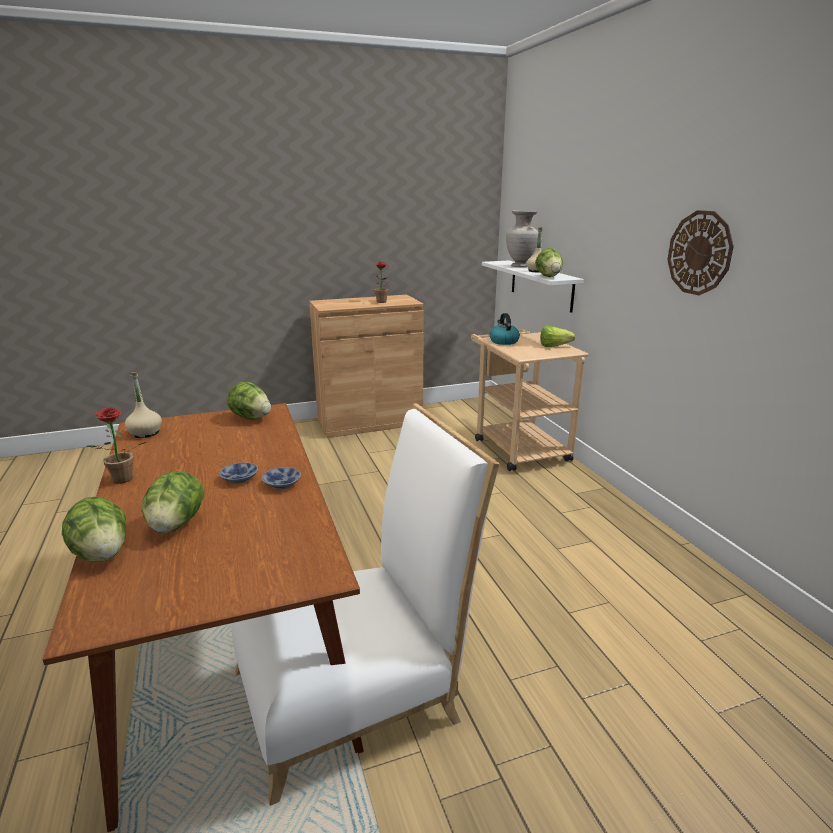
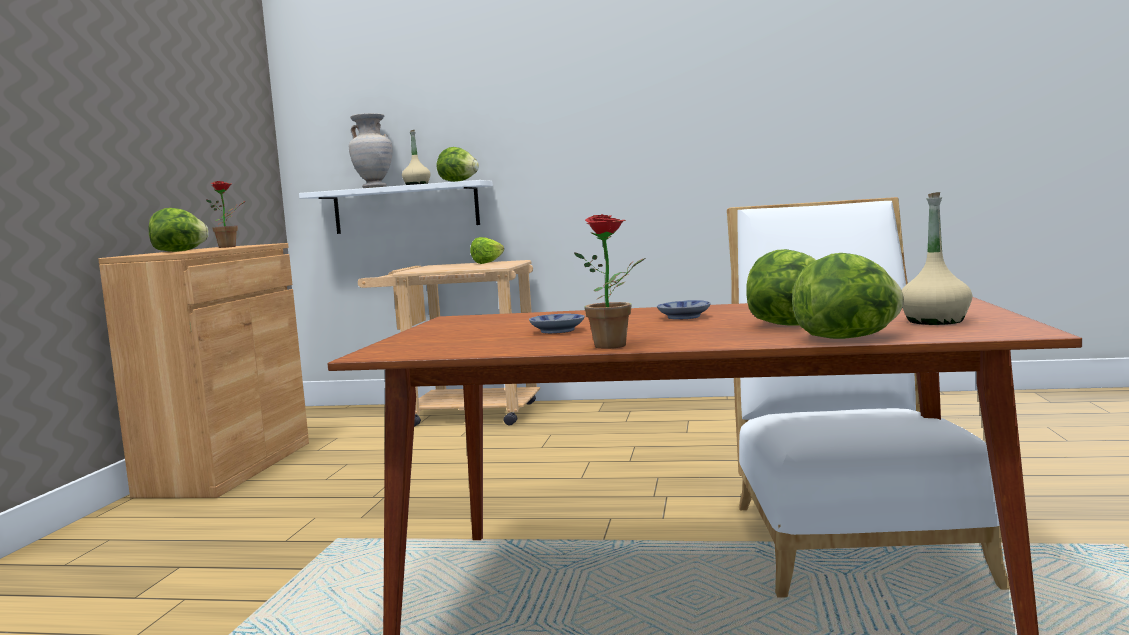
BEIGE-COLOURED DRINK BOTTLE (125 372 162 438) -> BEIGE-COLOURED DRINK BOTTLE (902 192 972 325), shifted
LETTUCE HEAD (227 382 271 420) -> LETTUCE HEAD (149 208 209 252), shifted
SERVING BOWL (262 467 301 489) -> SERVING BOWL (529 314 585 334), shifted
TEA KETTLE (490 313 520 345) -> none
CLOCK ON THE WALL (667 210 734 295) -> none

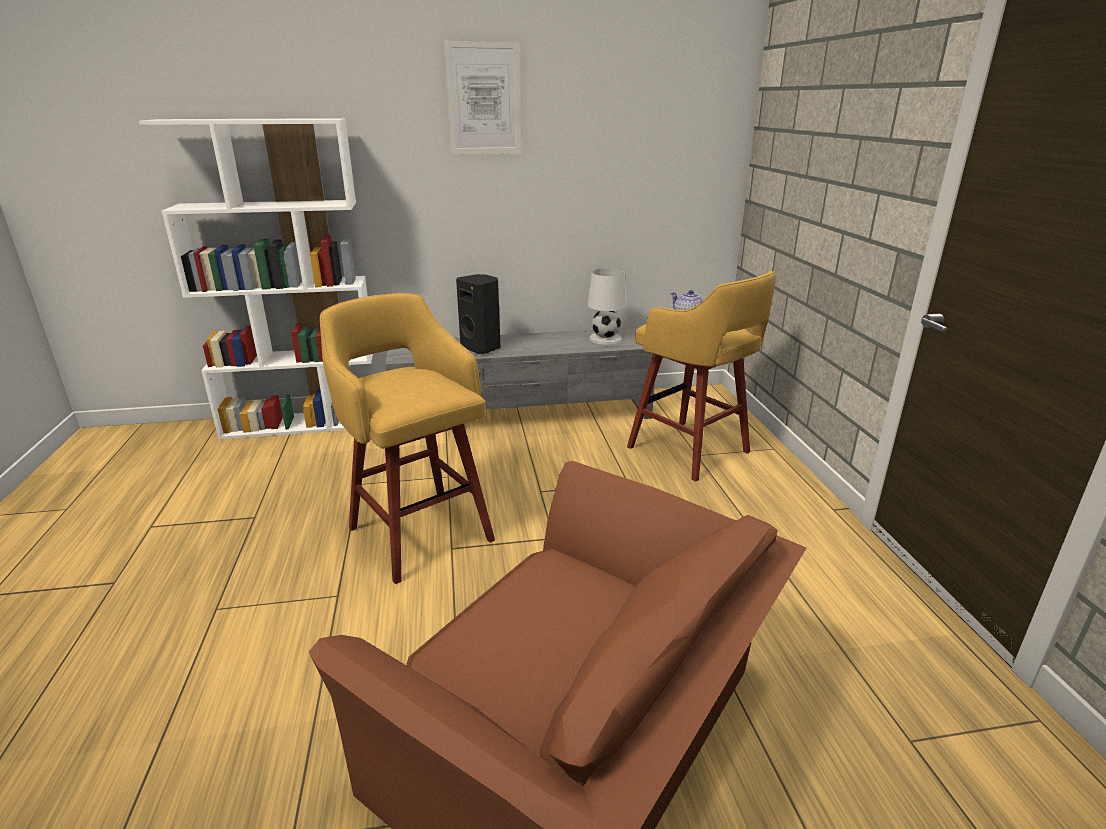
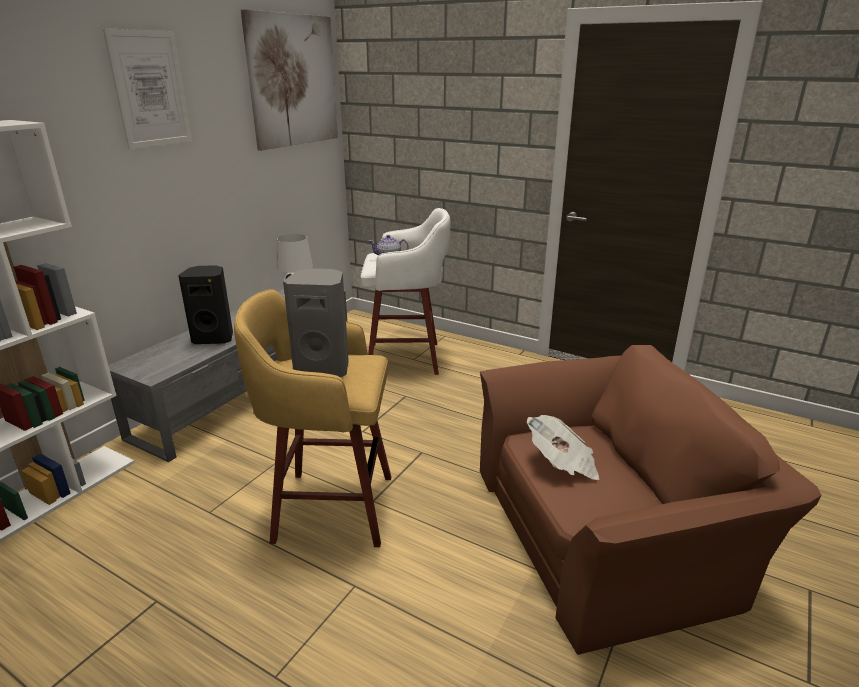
YELLOWISH STOOL SEAT (627 271 776 482) -> WHITISH STOOL SEAT (361 208 450 375)
none -> PICTURE (241 9 338 151)
none -> GRAY AUDIO SPEAKER (283 268 349 377)
none -> DAILY PAPER (527 415 600 480)

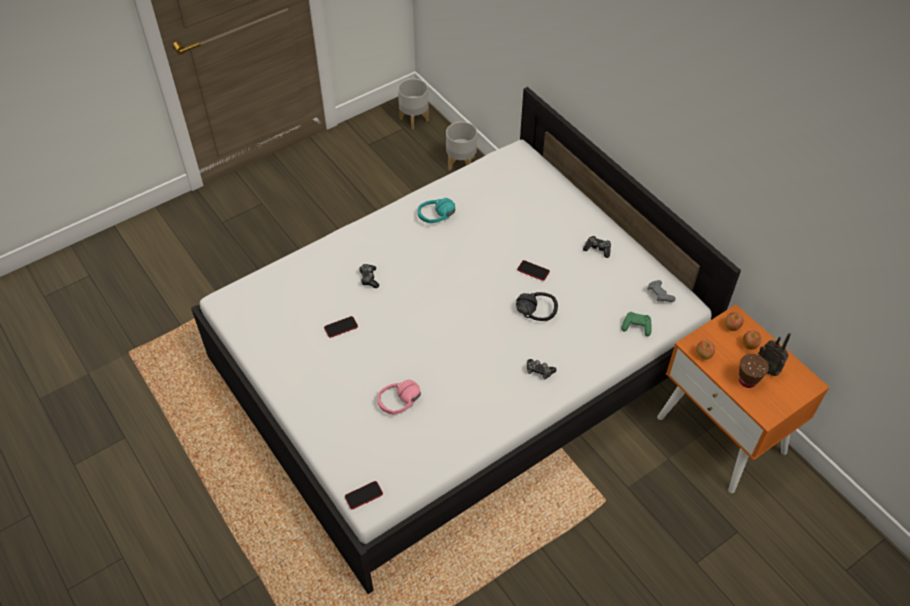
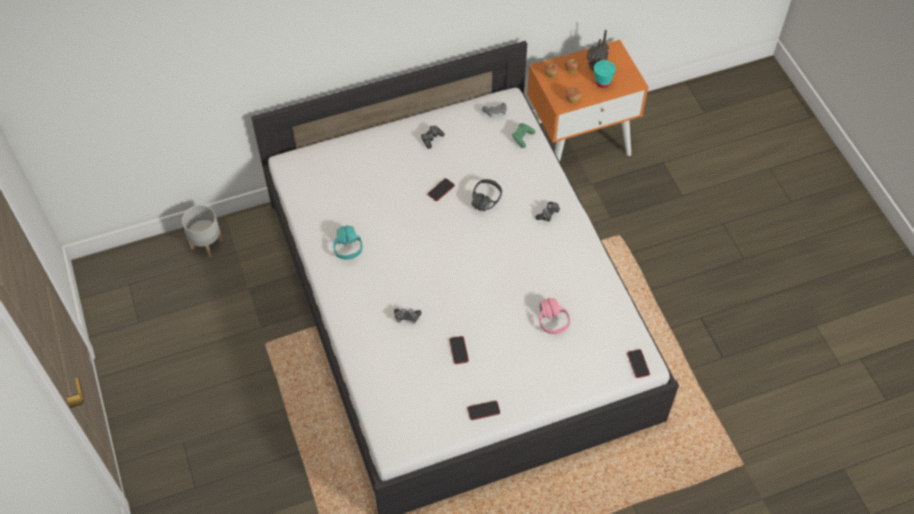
GRAY PLANT POT (398 78 429 130) -> none
BROWN-COLOURED DRINKING CUP (739 354 769 388) -> TURQUOISE-COLOURED DRINKING CUP (594 60 616 88)
none -> TELEPHONE (467 401 500 420)

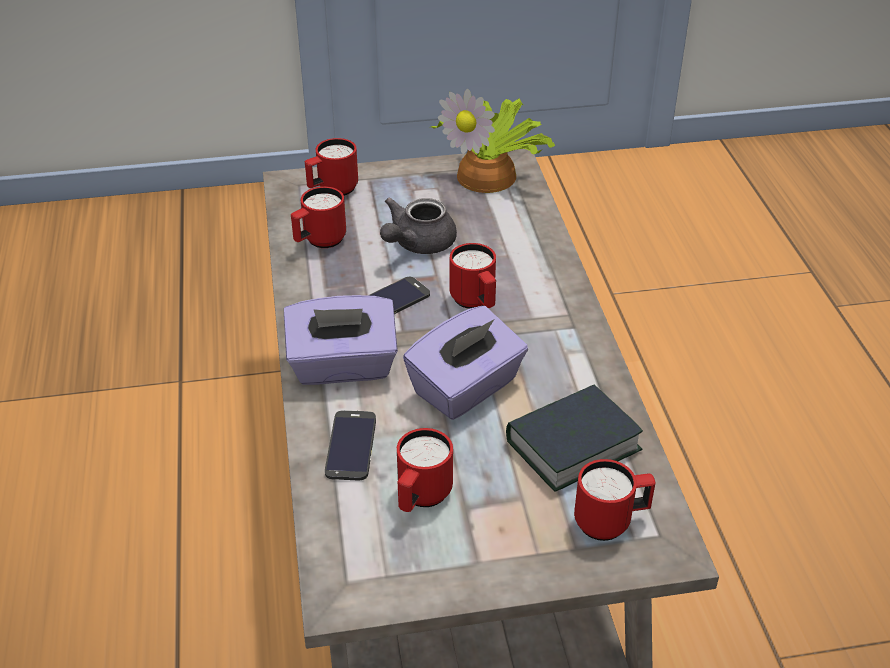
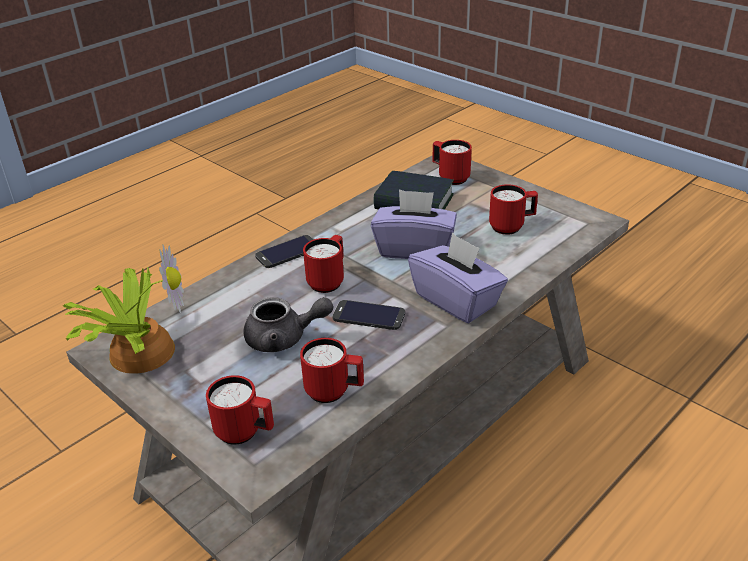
TELEPHONE (325 410 376 480) -> TELEPHONE (255 235 314 268), shifted

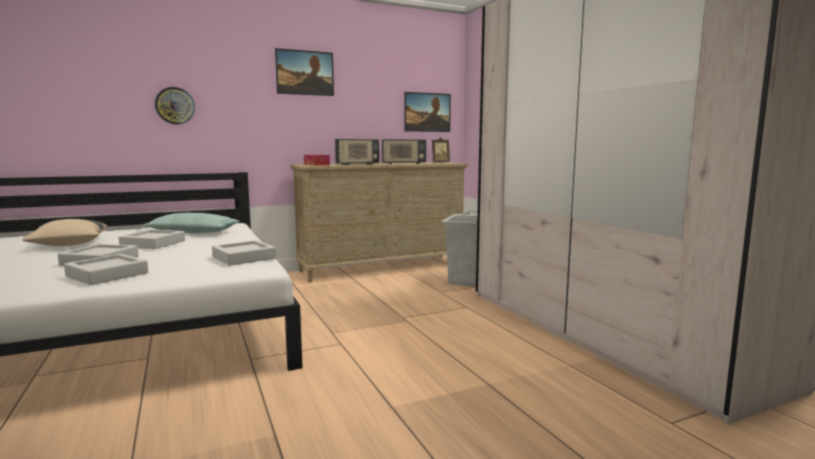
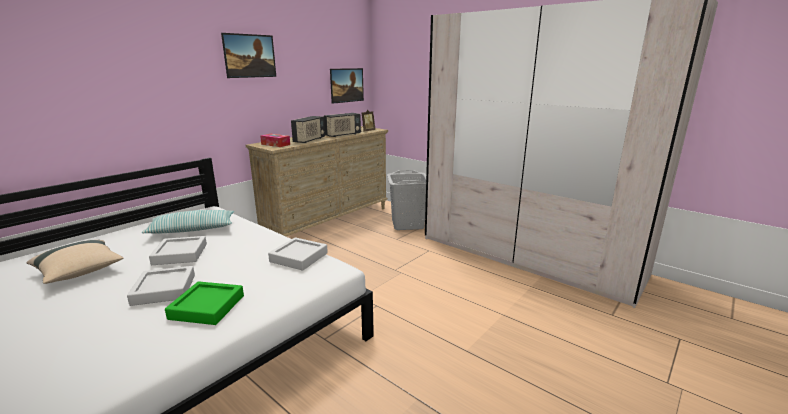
GRAY TRAY (64 254 148 285) -> GREEN TRAY (165 281 244 325)
CLOCK ON THE WALL (155 87 195 124) -> none

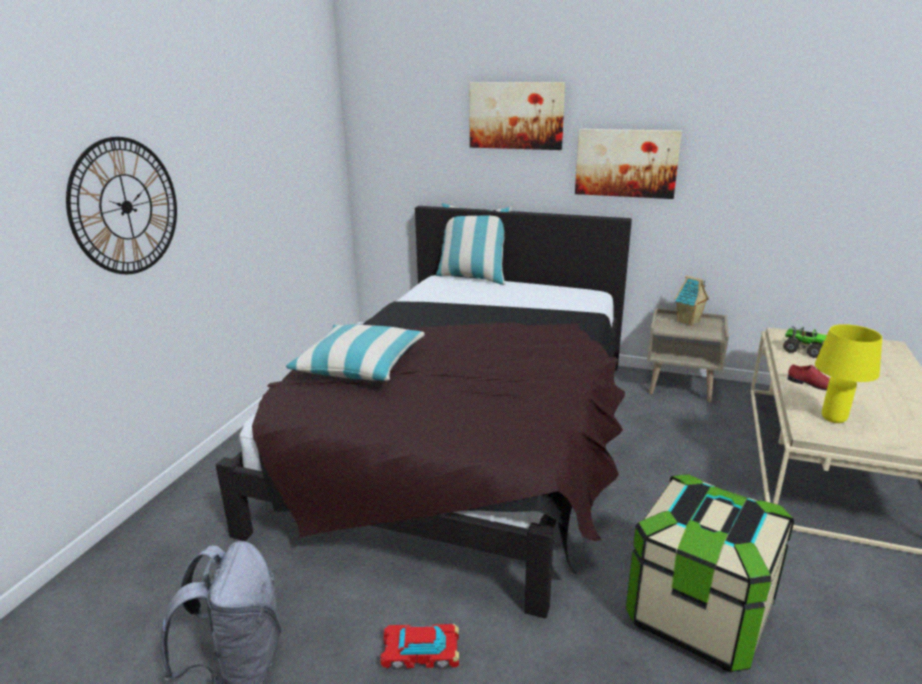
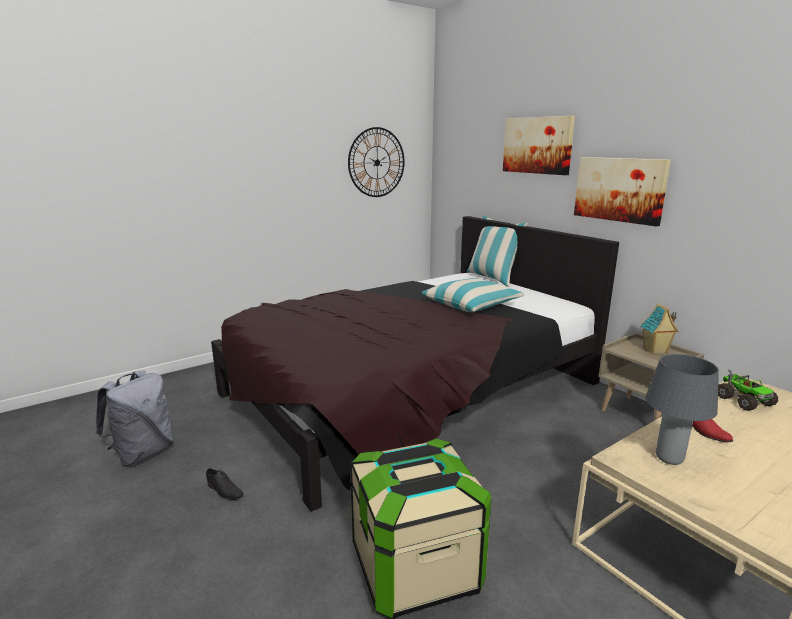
CLOCK ON THE WALL (66 137 177 274) -> CLOCK ON THE WALL (348 127 405 197), shifted
PILLOW (286 324 425 381) -> PILLOW (421 278 524 312), shifted
MODEL CAR (381 624 459 670) -> BLACK ITEM OF FOOTWEAR (206 468 244 500)
YELLOWISH LAMP FOR A TABLE (815 324 882 423) -> GRAY LAMP FOR A TABLE (645 354 719 465)

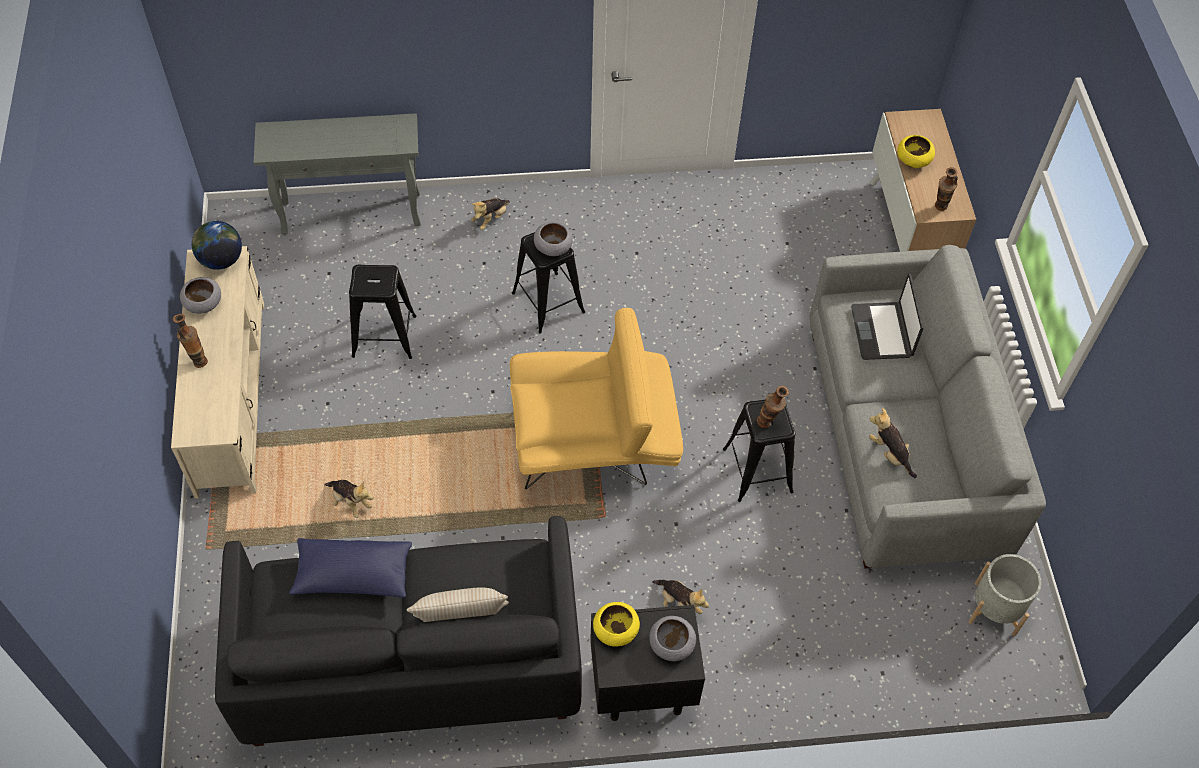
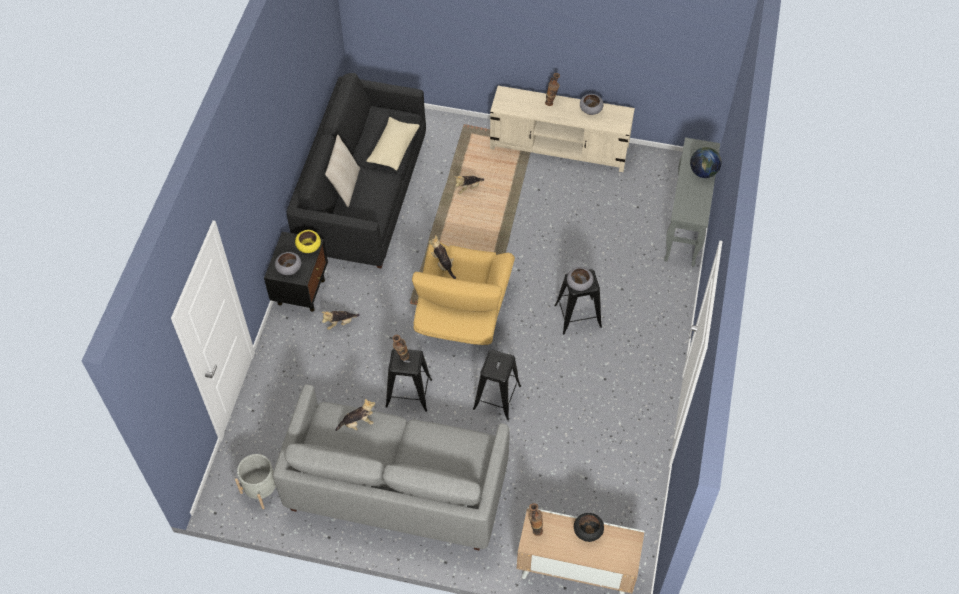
GLOBE (192 221 242 270) -> GLOBE (690 147 722 178), shifted
BLUE PILLOW (289 538 412 598) -> BEIGE-COLOURED PILLOW (366 117 420 170)
BLACK STOOL SEAT (349 264 417 359) -> BLACK STOOL SEAT (473 350 521 420), shifted
SOFT TOY (471 198 510 230) -> SOFT TOY (429 235 456 279), shifted
NOTEBOOK COMPUTER (851 274 924 360) -> none
YELLOWISH SERVING BOWL (897 135 935 168) -> BLACK SERVING BOWL (574 513 604 542)

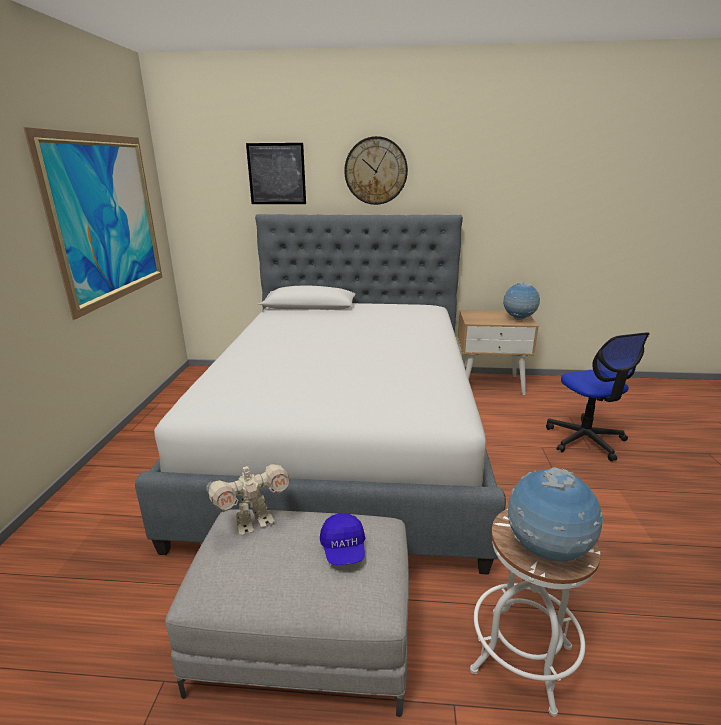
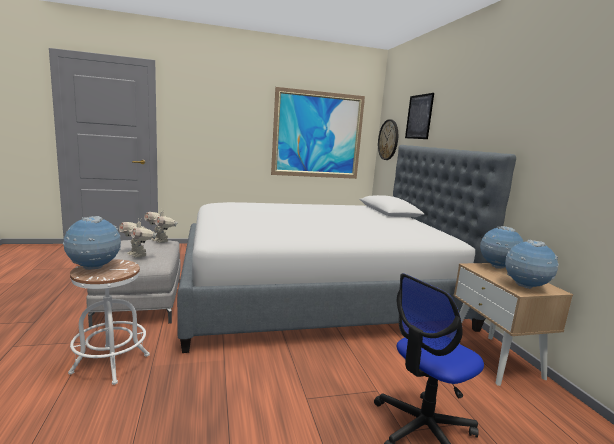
BLUE PEAKED CAP (320 513 365 565) -> ROBOT FIGURE (119 219 157 258)
CLOCK ON THE WALL (344 136 408 205) -> CLOCK ON THE WALL (378 119 398 160), shifted
none -> GLOBE (480 226 523 269)

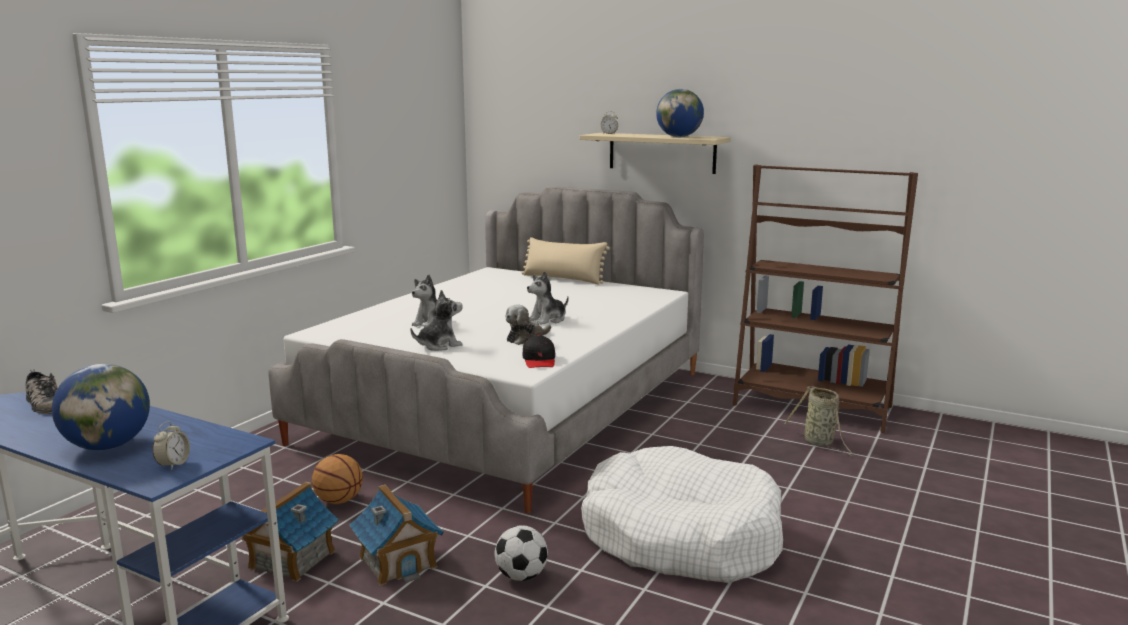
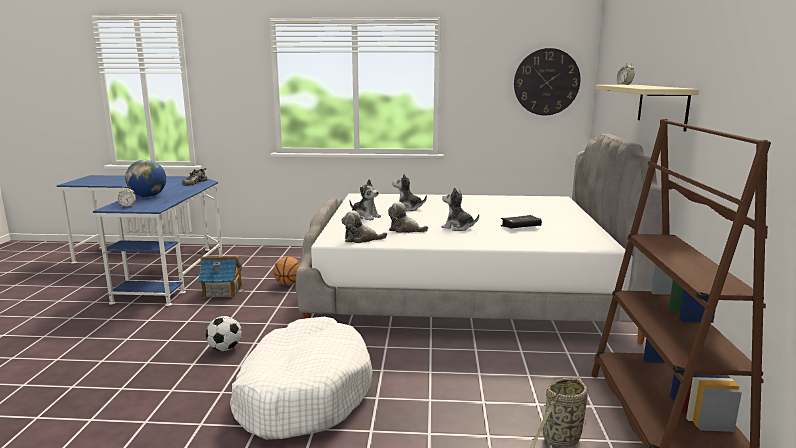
MINIATURE HOUSE (350 484 443 586) -> none
BEIGE-COLOURED PILLOW (521 237 610 285) -> none
BLACK PEAKED CAP (522 335 555 368) -> SOFT TOY (342 210 387 243)
GLOBE (656 89 704 137) -> none
none -> BLACK BOOK (501 215 542 228)
none -> CLOCK ON THE WALL (514 48 581 115)

